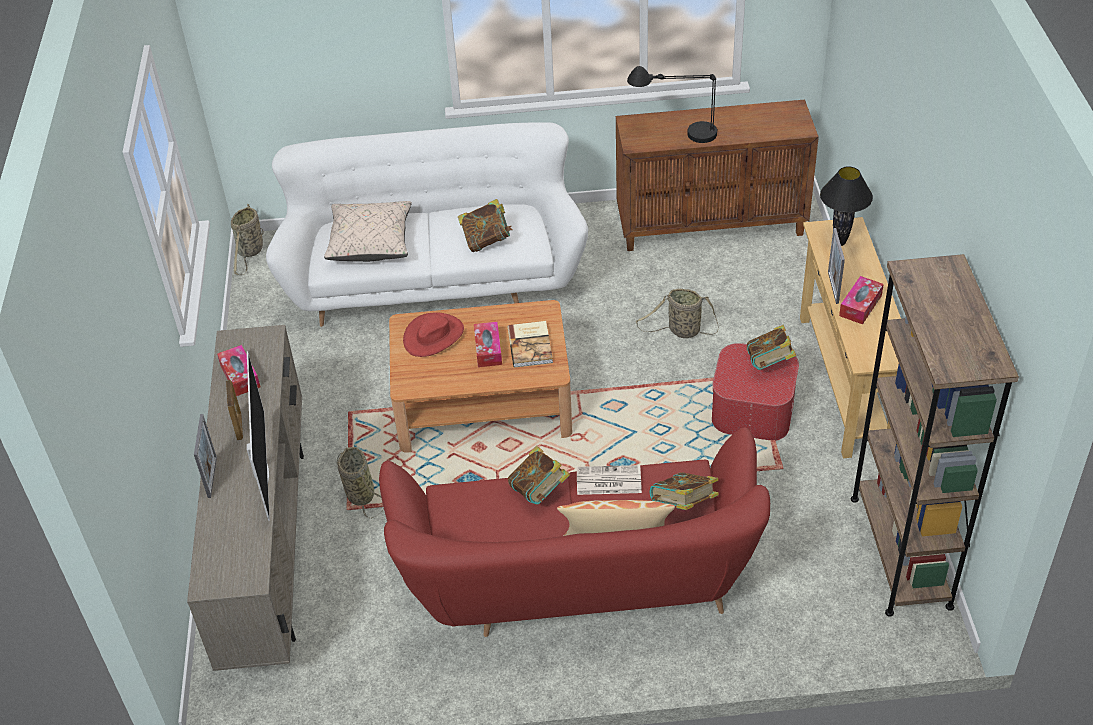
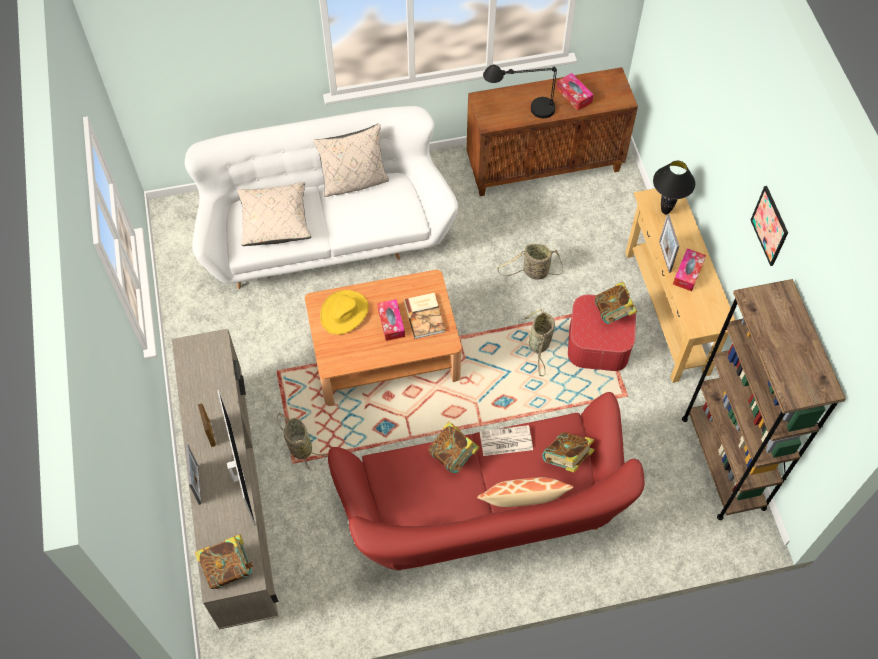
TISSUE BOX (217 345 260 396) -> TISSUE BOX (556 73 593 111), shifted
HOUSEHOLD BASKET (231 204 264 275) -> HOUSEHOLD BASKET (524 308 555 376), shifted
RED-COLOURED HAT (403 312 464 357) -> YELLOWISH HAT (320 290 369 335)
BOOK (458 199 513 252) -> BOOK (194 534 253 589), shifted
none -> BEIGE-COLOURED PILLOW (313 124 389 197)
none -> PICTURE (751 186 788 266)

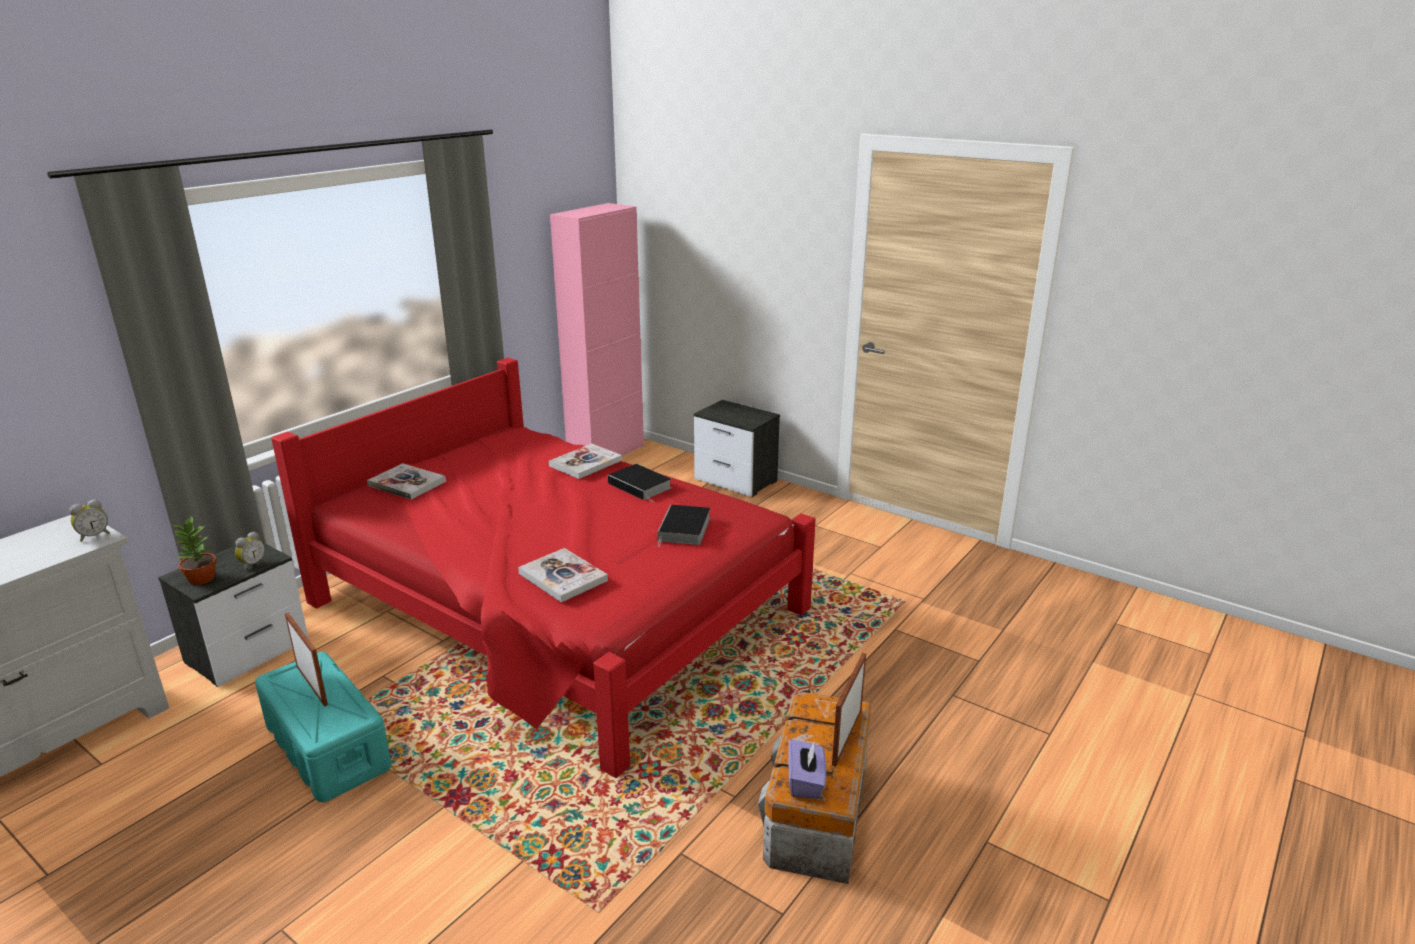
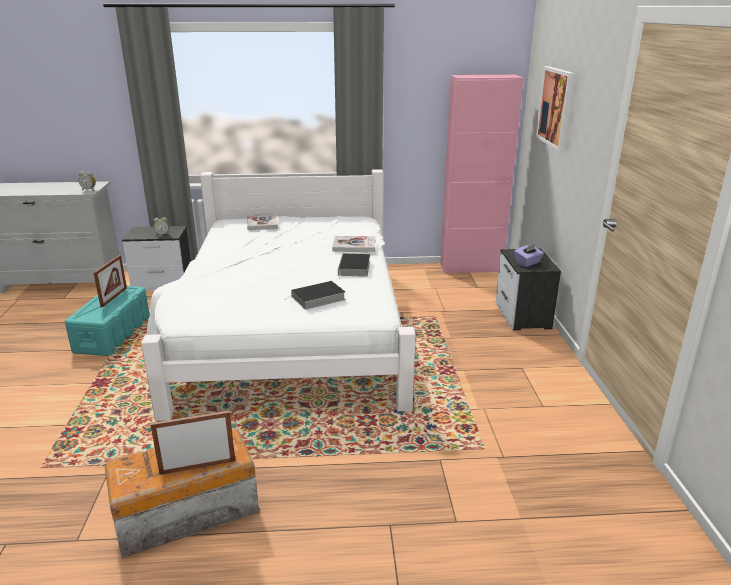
HOUSEPLANT (172 515 217 585) -> none
RED-COLOURED BEDROOM BED (271 358 815 778) -> WHITISH BEDROOM BED (141 169 416 421)
BOOK (518 548 608 602) -> none
PURPLE TISSUE BOX (788 739 826 799) -> PURPLE TISSUE BOX (514 244 544 267), shifted
none -> PICTURE (536 66 575 151)

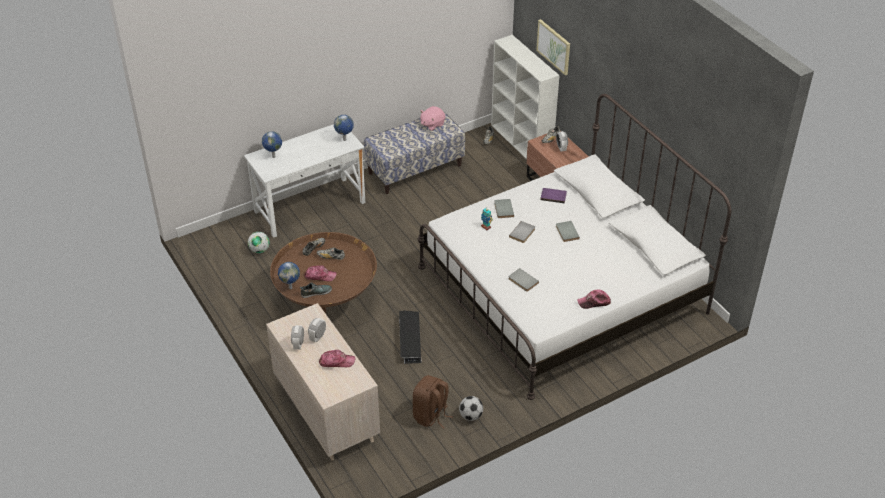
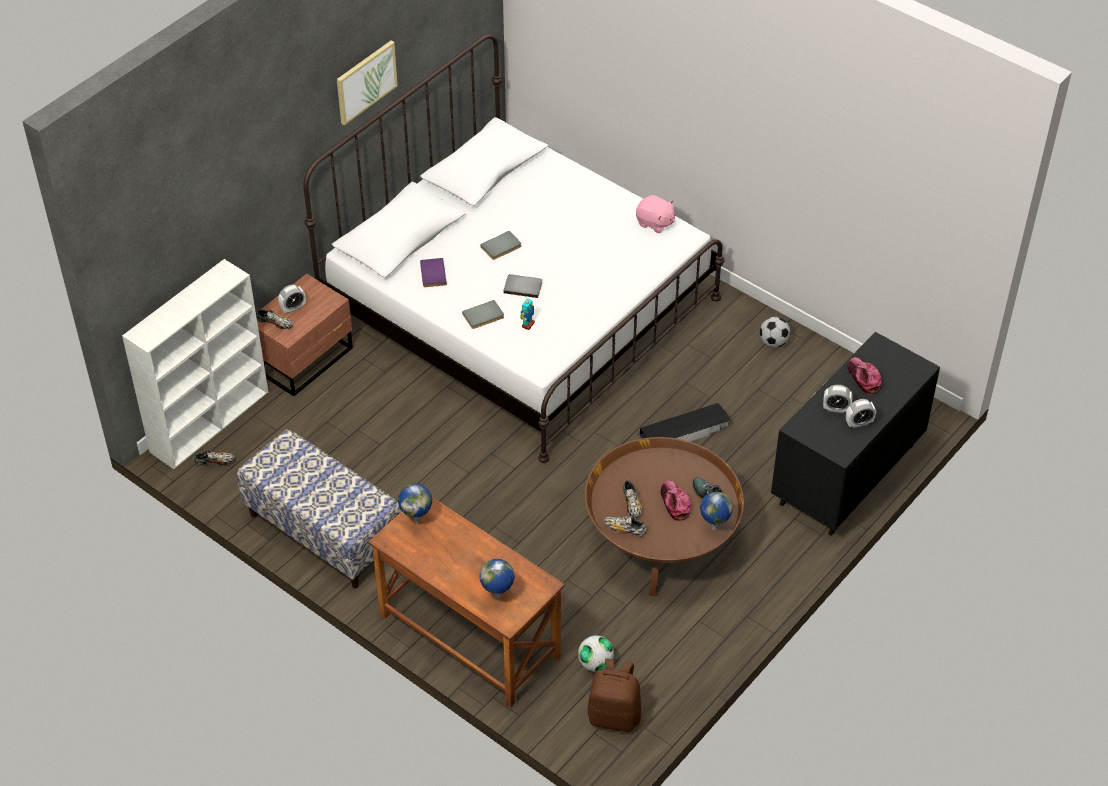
WHITISH DESK UNIT (244 124 366 238) -> BROWN-COLOURED DESK UNIT (368 497 565 707)
BEIGE-COLOURED DRAWER CHEST (266 303 380 461) -> BLACK DRAWER CHEST (771 332 940 536)
BROWN-COLOURED RUCKSACK (413 375 453 429) -> BROWN-COLOURED RUCKSACK (587 659 641 732), shifted
PINK-COLOURED SOFT TOY (420 106 445 131) -> PINK-COLOURED SOFT TOY (636 195 675 233), shifted
GRAY BOOK (508 268 539 292) -> none
PICTURE (536 19 570 75) -> PICTURE (337 40 398 125), shifted
PEAKED CAP (577 290 611 309) -> none

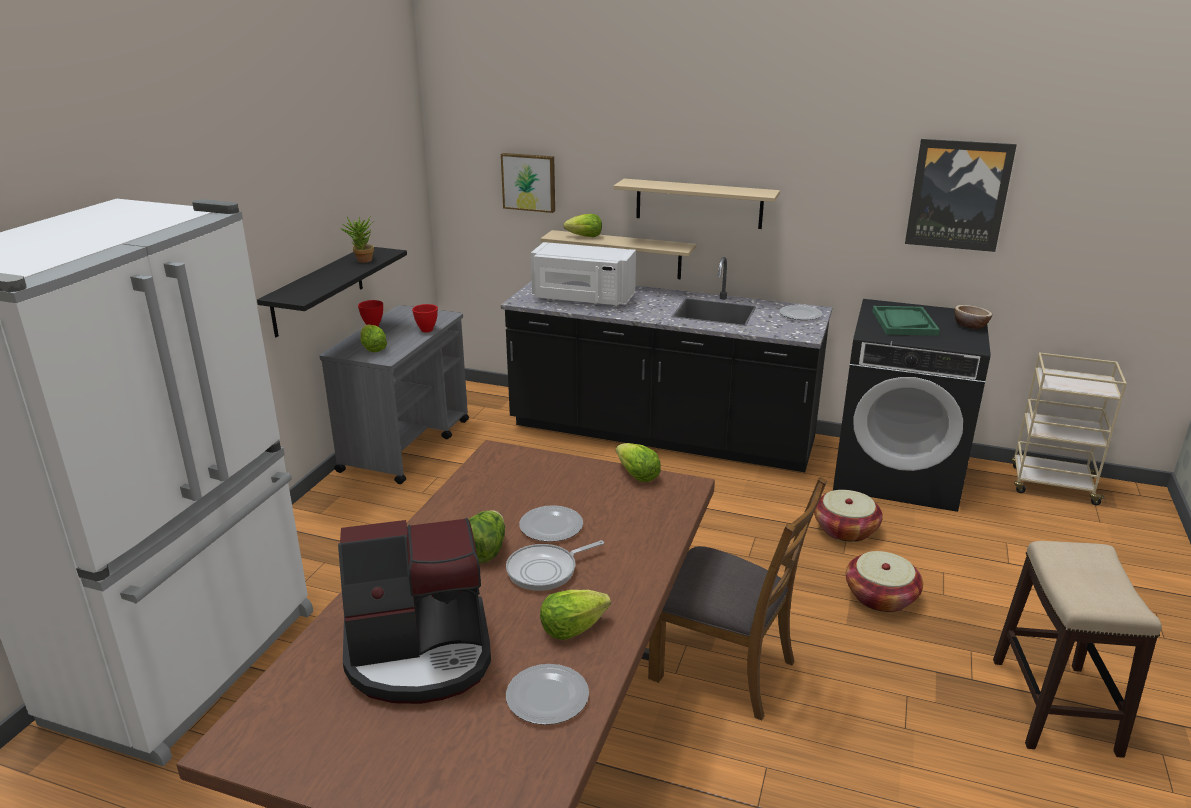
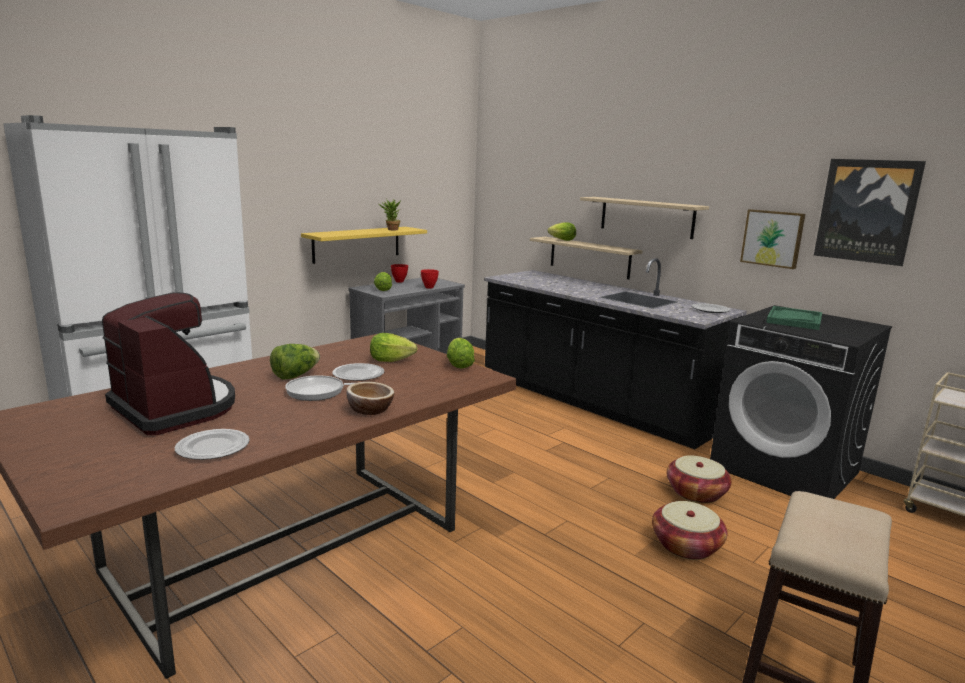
BLACK BRACKET SHELF (257 247 407 337) -> YELLOWISH BRACKET SHELF (301 227 427 264)
COFFEE MACHINE (338 518 491 704) -> COFFEE MACHINE (102 292 235 435), 150 degrees counterclockwise
PICTURE (501 153 555 213) -> PICTURE (740 209 805 269), shifted
WHITISH MICROWAVE (531 242 636 306) -> none
LETTUCE HEAD (540 590 611 640) -> LETTUCE HEAD (370 333 418 362), shifted
BROWN-COLOURED UPRIGHT CHAIR (648 477 827 720) -> none
SERVING BOWL (954 305 992 329) -> SERVING BOWL (346 382 394 415), shifted

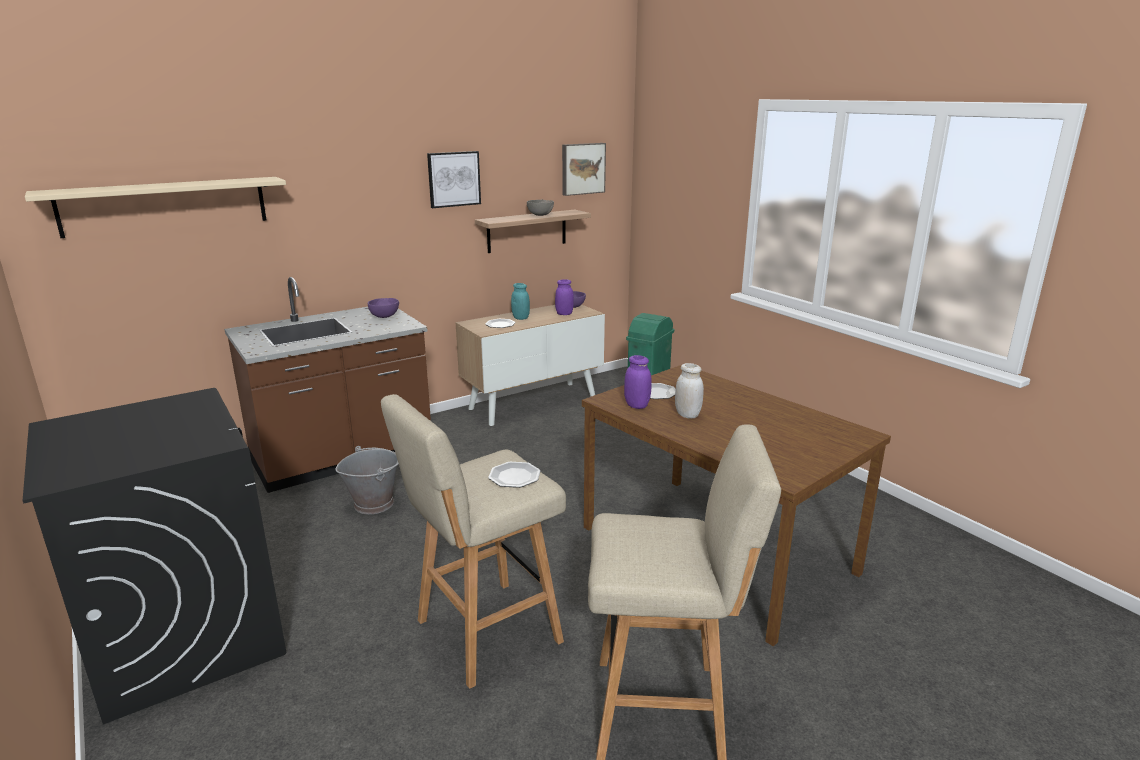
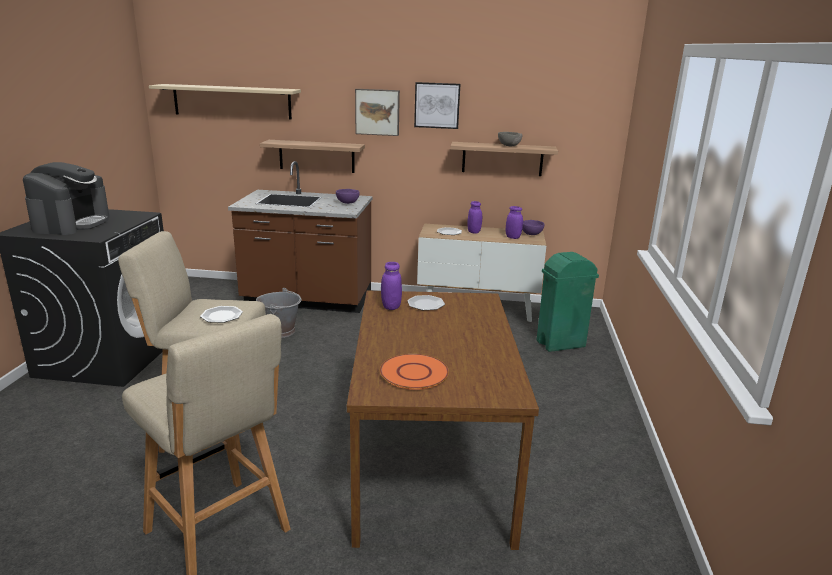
TURQUOISE-COLOURED STORAGE JAR (511 283 530 320) -> PURPLE STORAGE JAR (467 201 482 233)
PICTURE (562 143 606 196) -> PICTURE (355 89 400 136), shifted
WHITISH STORAGE JAR (675 363 704 419) -> none
none -> COFFEE MACHINE (23 162 109 235)
none -> BRACKET SHELF (260 140 365 173)
none -> ORANGE-COLOURED FLAT DISH (380 354 449 390)

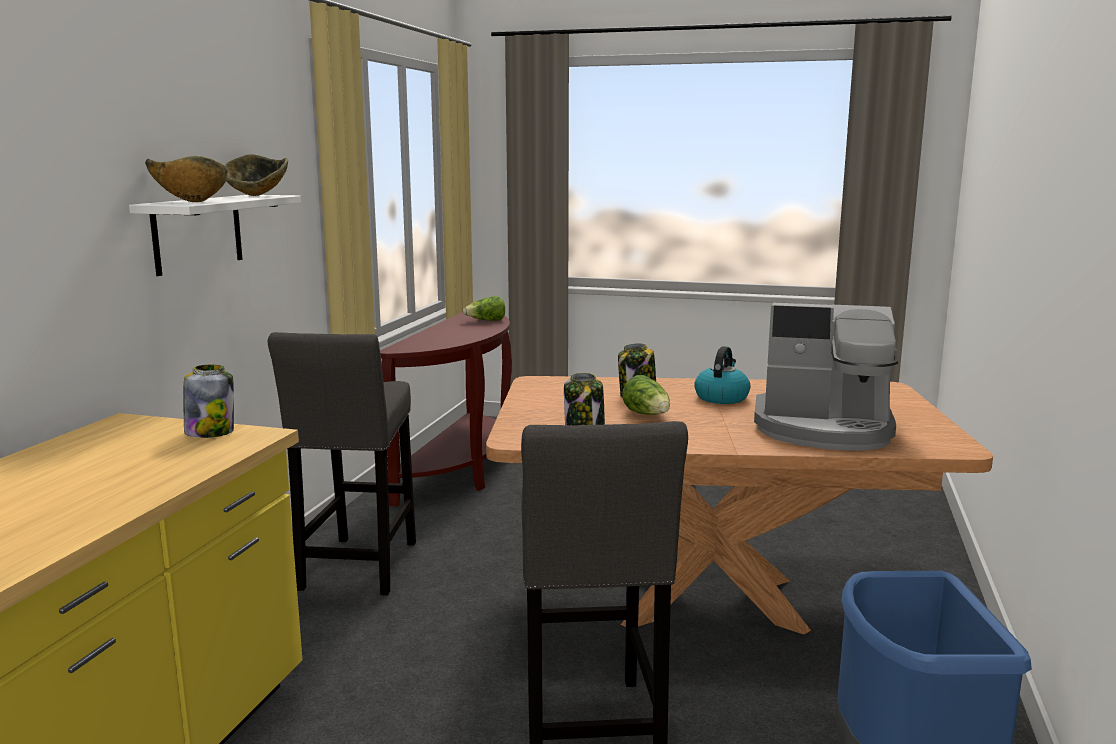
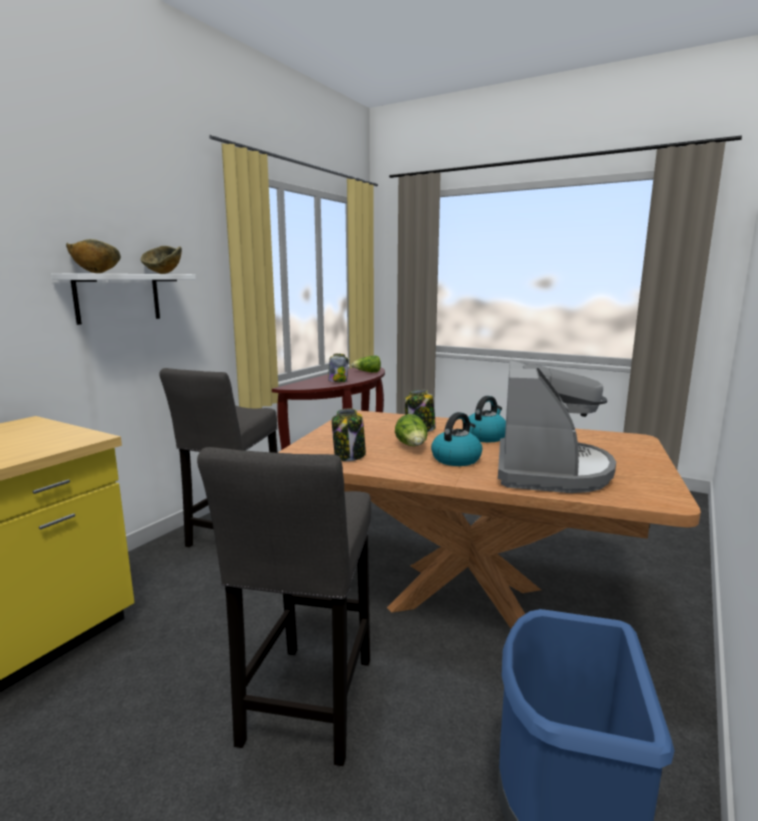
STORAGE JAR (183 365 234 438) -> STORAGE JAR (328 354 348 382), shifted
COFFEE MACHINE (754 303 898 451) -> COFFEE MACHINE (498 361 616 493), 105 degrees counterclockwise
none -> TEA KETTLE (431 412 482 466)

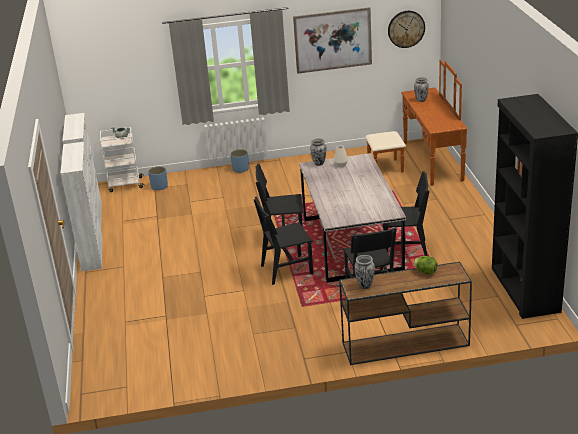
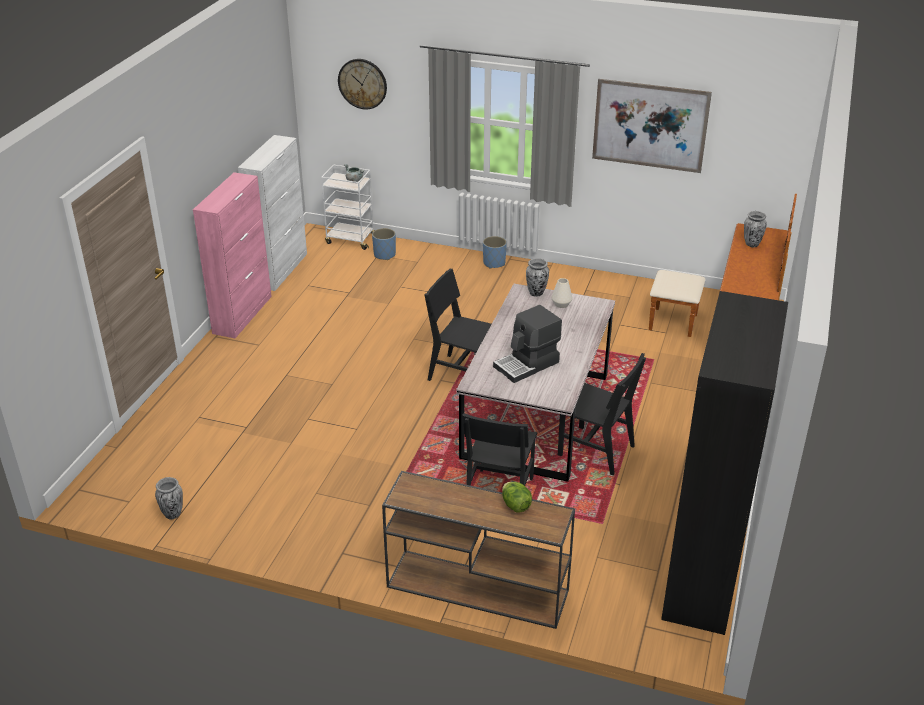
WHITISH CABINET (60 142 102 272) -> PINK-COLOURED CABINET (193 172 272 338)
BLACK UPRIGHT CHAIR (254 196 313 285) -> none
VASE (354 255 375 289) -> VASE (155 477 183 519), shifted
CLOCK ON THE WALL (388 11 425 48) -> CLOCK ON THE WALL (338 59 387 109), shifted
none -> COFFEE MACHINE (493 305 562 383)

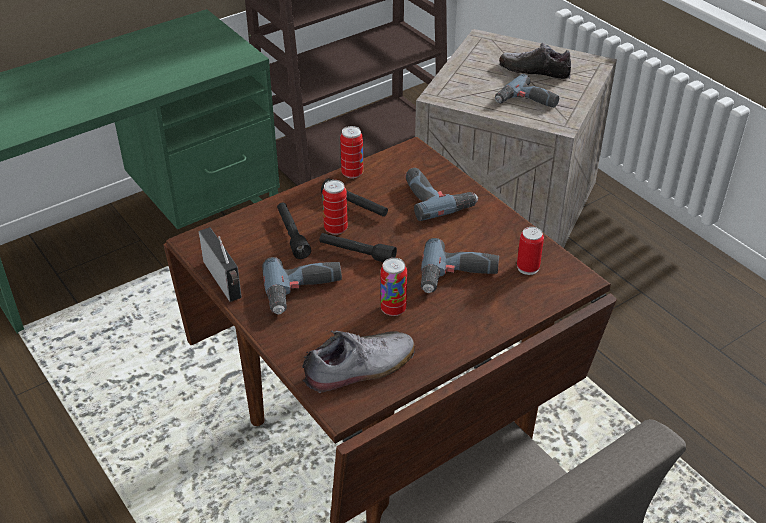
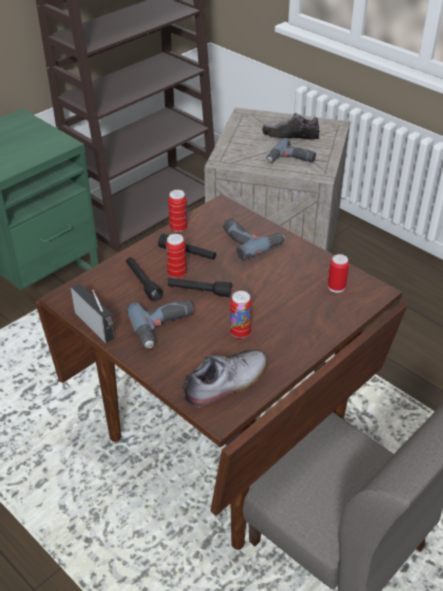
POWER DRILL (421 238 499 293) -> none

